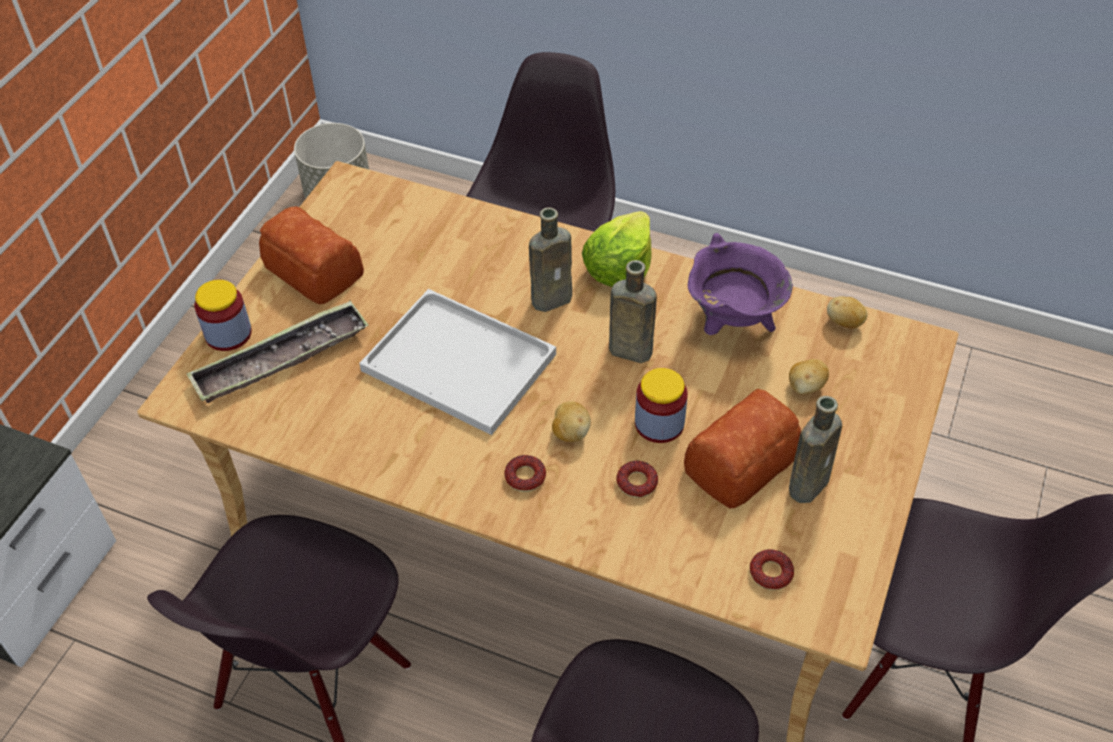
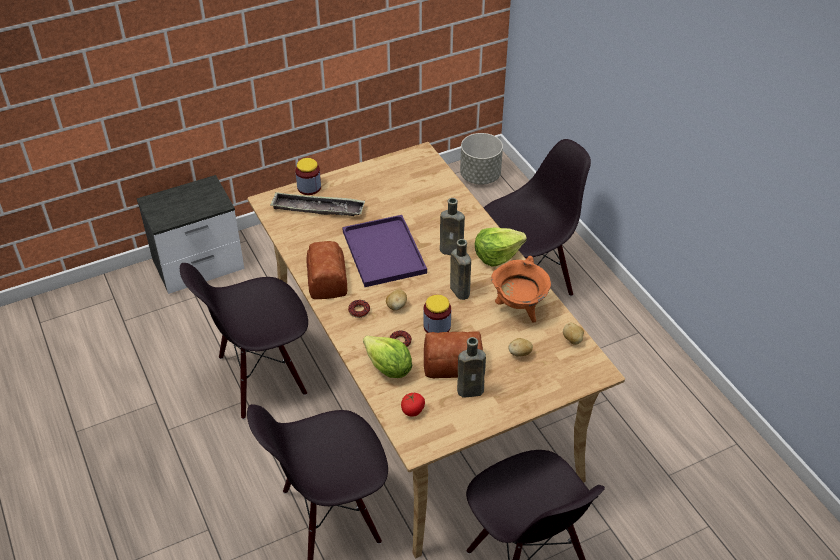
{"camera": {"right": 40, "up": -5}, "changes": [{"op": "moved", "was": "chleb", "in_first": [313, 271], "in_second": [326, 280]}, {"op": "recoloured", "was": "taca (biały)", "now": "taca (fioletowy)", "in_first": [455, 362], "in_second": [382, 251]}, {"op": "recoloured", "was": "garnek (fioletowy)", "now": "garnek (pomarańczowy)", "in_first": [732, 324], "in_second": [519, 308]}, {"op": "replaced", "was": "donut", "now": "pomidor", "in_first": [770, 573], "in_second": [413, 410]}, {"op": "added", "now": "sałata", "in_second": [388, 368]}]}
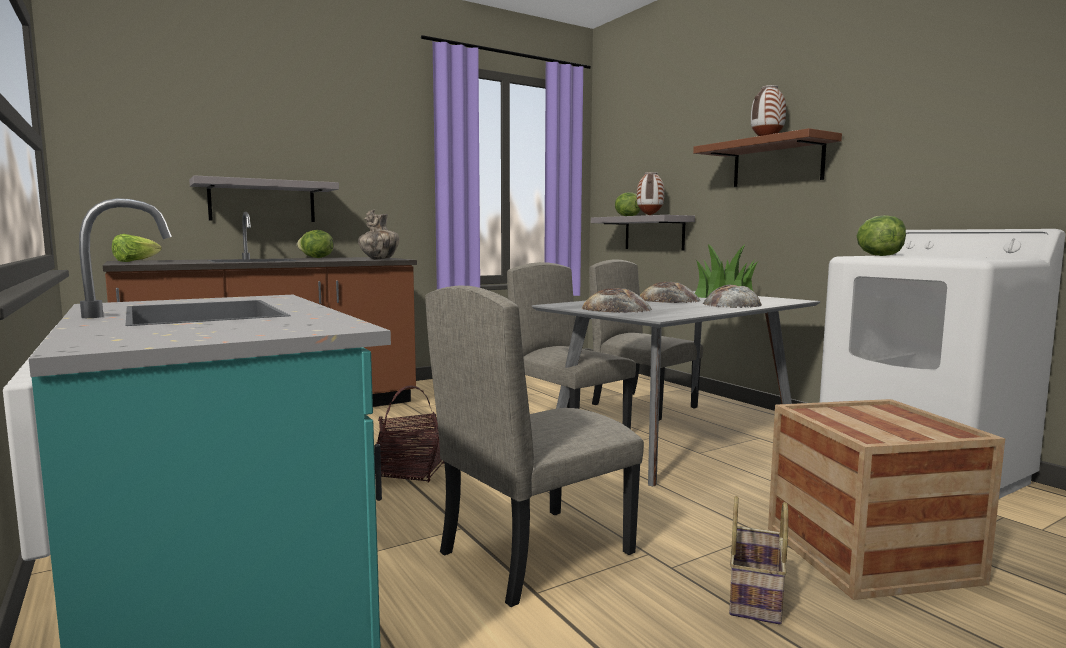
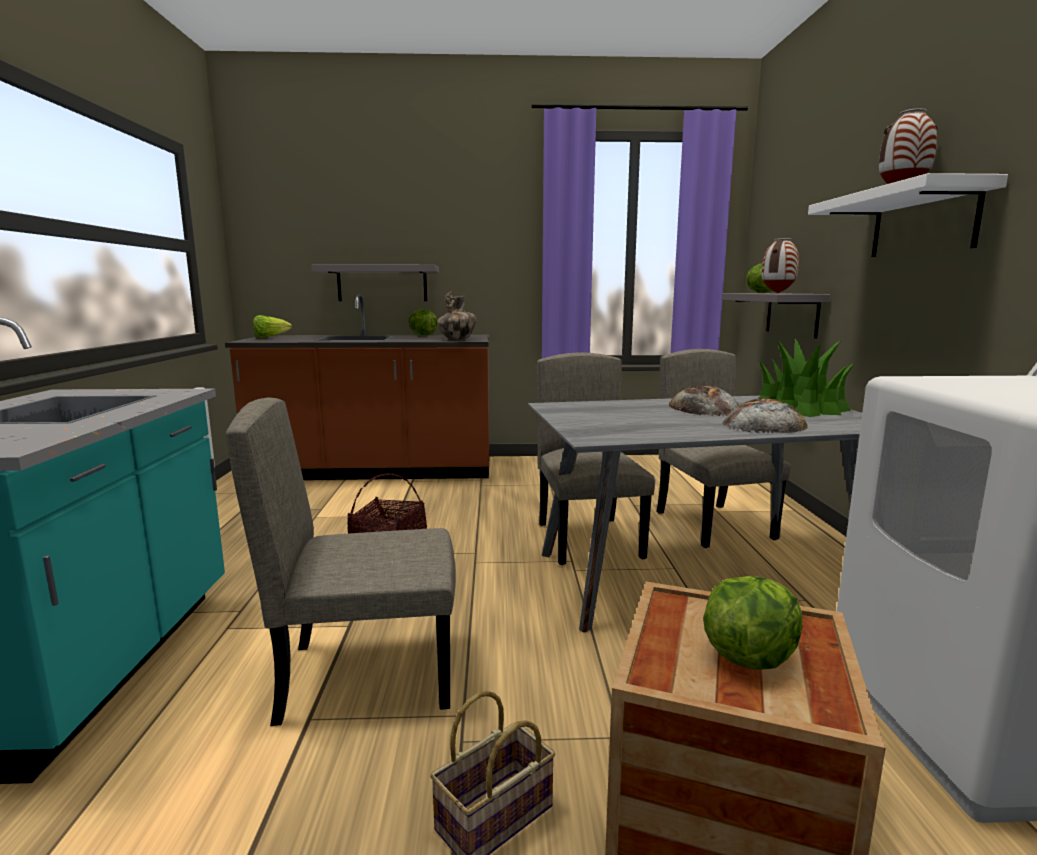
{"camera": {"right": 30, "up": 5}, "changes": [{"op": "removed", "was": "chleb", "in_first": [616, 309]}, {"op": "recoloured", "was": "półka (brązowy)", "now": "półka (biały)", "in_first": [777, 163], "in_second": [923, 222]}, {"op": "moved", "was": "sałata", "in_first": [879, 255], "in_second": [749, 656]}]}
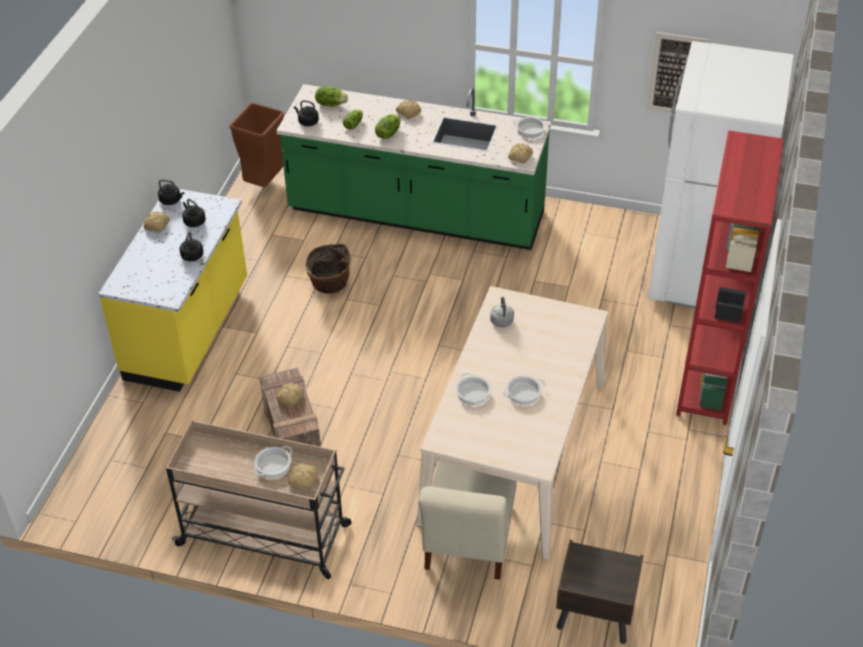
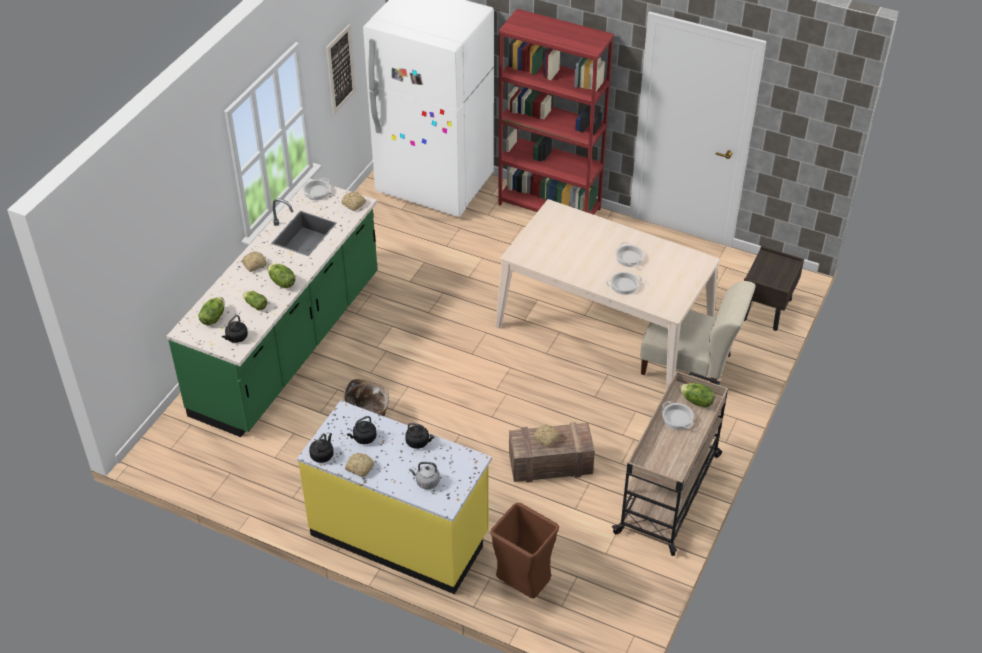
{"camera": {"right": -80, "up": 0}, "changes": [{"op": "moved", "was": "kosz na śmieci (brązowy)", "in_first": [264, 183], "in_second": [523, 586]}, {"op": "replaced", "was": "chleb", "now": "sałata", "in_first": [303, 481], "in_second": [696, 401]}, {"op": "moved", "was": "czajnik (szary)", "in_first": [501, 320], "in_second": [426, 482]}]}
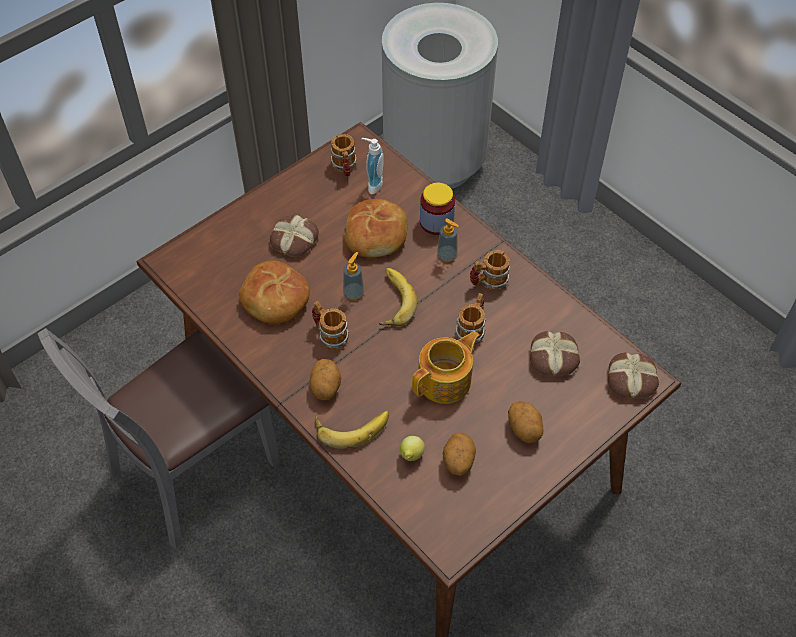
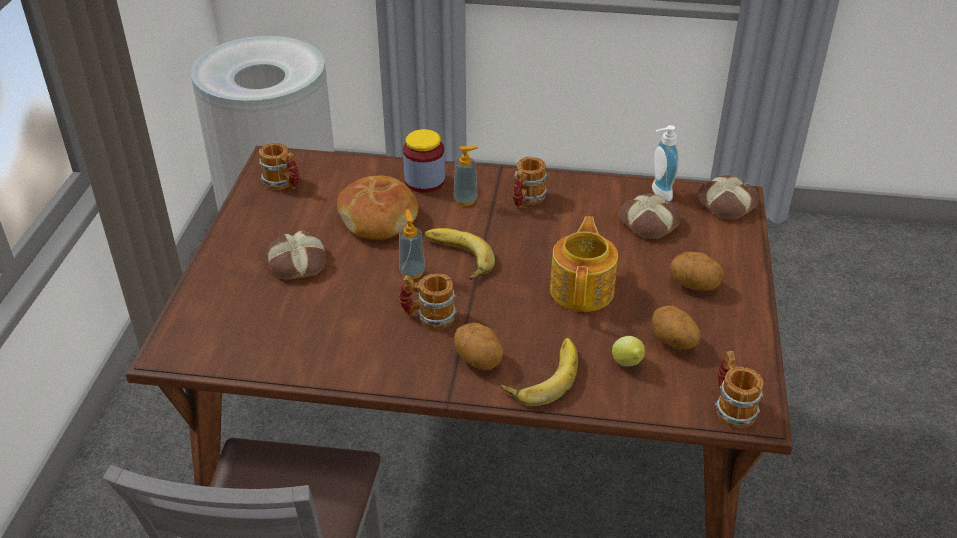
{"camera": {"right": -40, "up": -15}, "changes": [{"op": "removed", "was": "chleb", "in_first": [274, 300]}, {"op": "moved", "was": "dozownik mydła", "in_first": [372, 184], "in_second": [658, 193]}, {"op": "moved", "was": "kubek", "in_first": [472, 329], "in_second": [731, 407]}]}
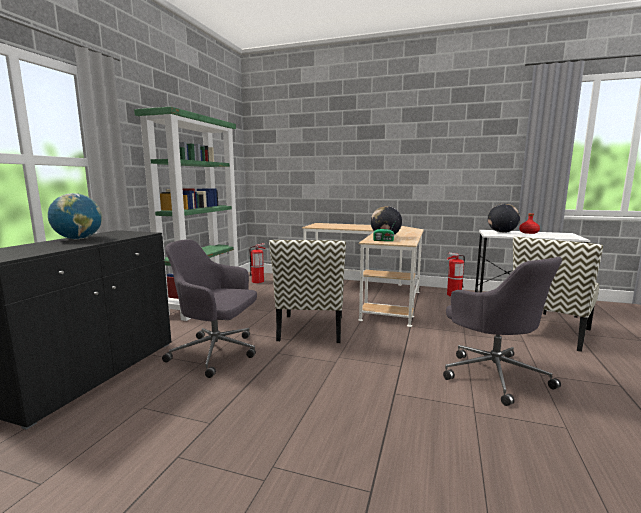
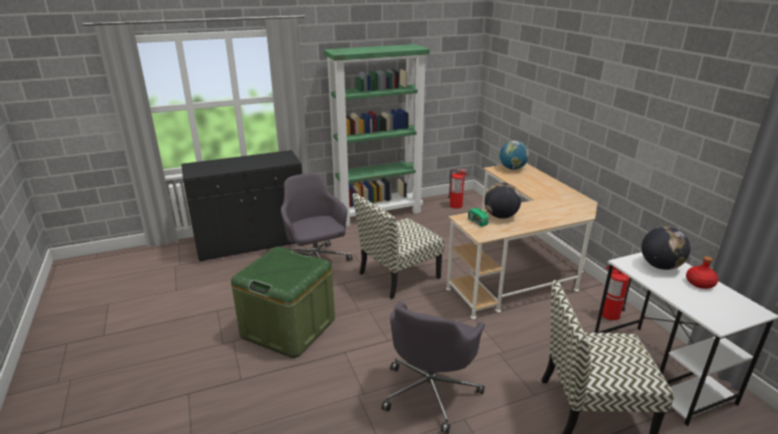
{"camera": {"right": 50, "up": 15}, "changes": [{"op": "moved", "was": "globus", "in_first": [78, 239], "in_second": [512, 168]}, {"op": "added", "now": "pojemnik do przechowywania (zielony)", "in_second": [288, 328]}]}
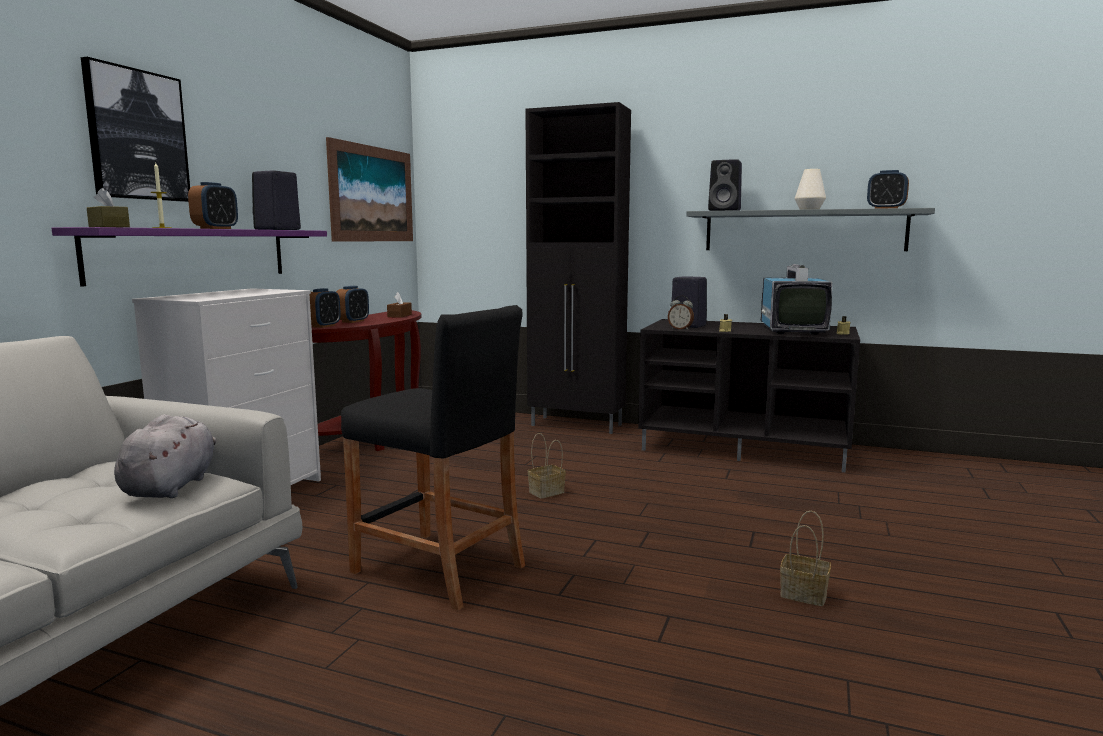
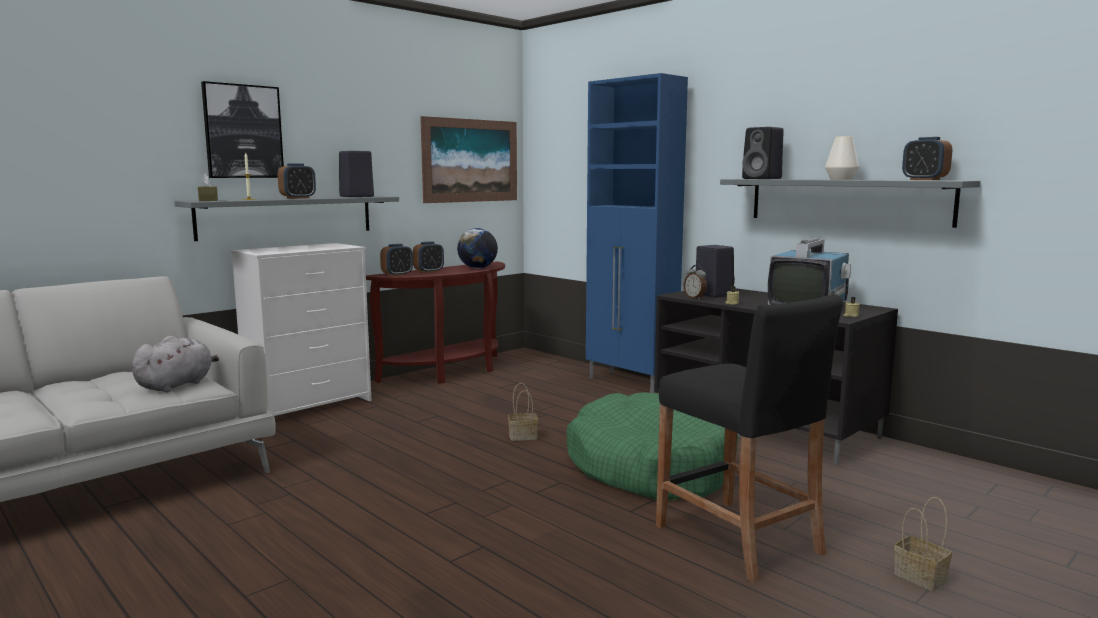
{"camera": {"right": 25, "up": 0}, "changes": [{"op": "recoloured", "was": "półka (fioletowy)", "now": "półka (szary)", "in_first": [194, 254], "in_second": [287, 216]}, {"op": "moved", "was": "stołek (czarny)", "in_first": [438, 569], "in_second": [737, 539]}, {"op": "replaced", "was": "pudełko chusteczek (brązowy)", "now": "globus", "in_first": [399, 315], "in_second": [477, 268]}, {"op": "recoloured", "was": "szafka (czarny)", "now": "szafka (niebieski)", "in_first": [577, 425], "in_second": [631, 383]}, {"op": "moved", "was": "koszyk", "in_first": [801, 594], "in_second": [918, 577]}, {"op": "added", "now": "legowisko (zielony)", "in_second": [649, 467]}]}
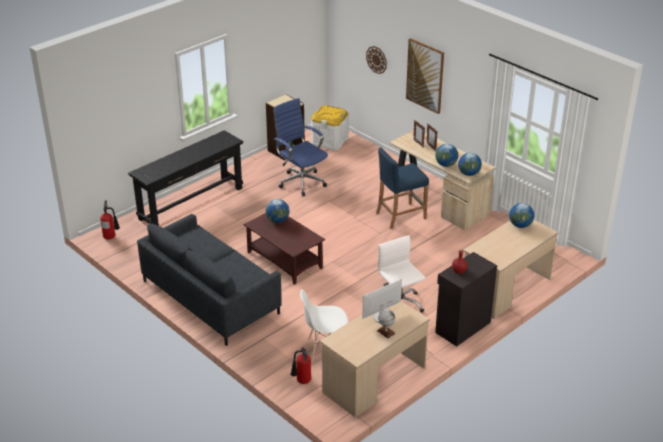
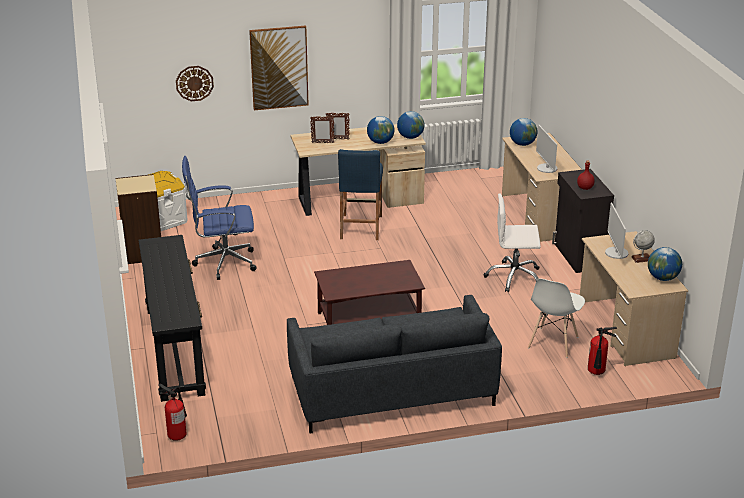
{"camera": {"right": -60, "up": -5}, "changes": [{"op": "moved", "was": "globus", "in_first": [277, 220], "in_second": [663, 278]}, {"op": "added", "now": "monitor", "in_second": [546, 168]}]}
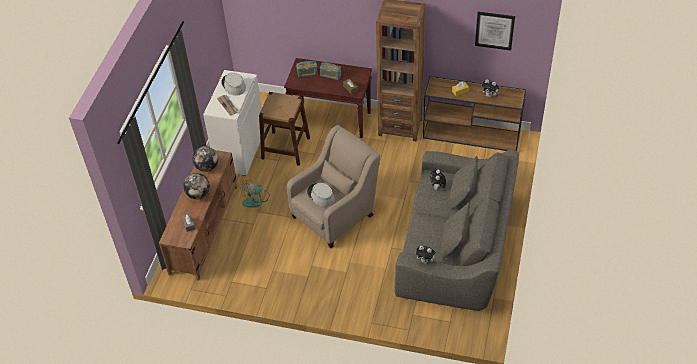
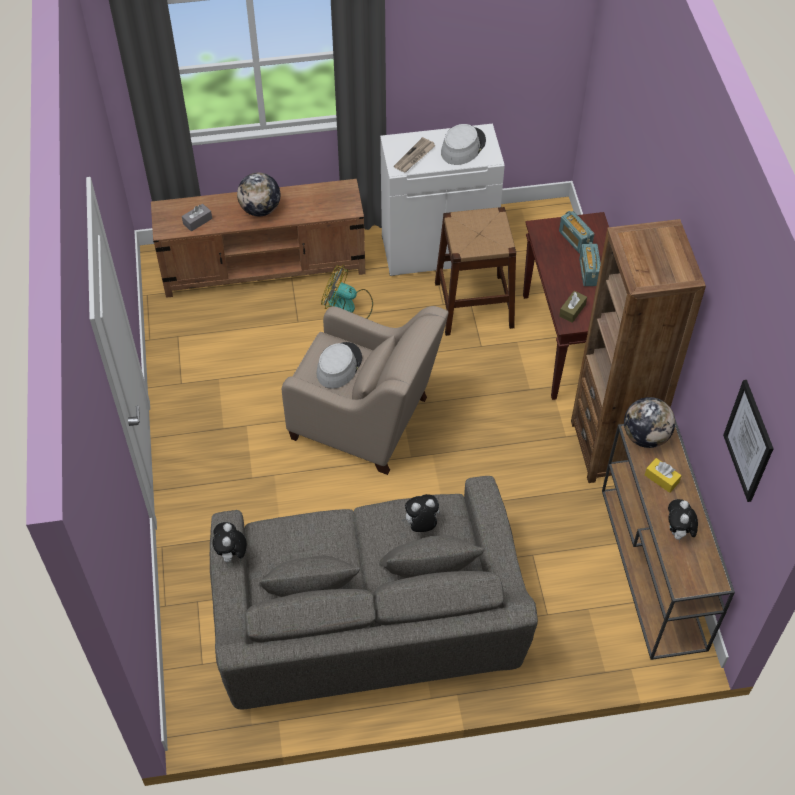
{"camera": {"right": 65, "up": 5}, "changes": [{"op": "moved", "was": "globus", "in_first": [207, 167], "in_second": [645, 436]}]}
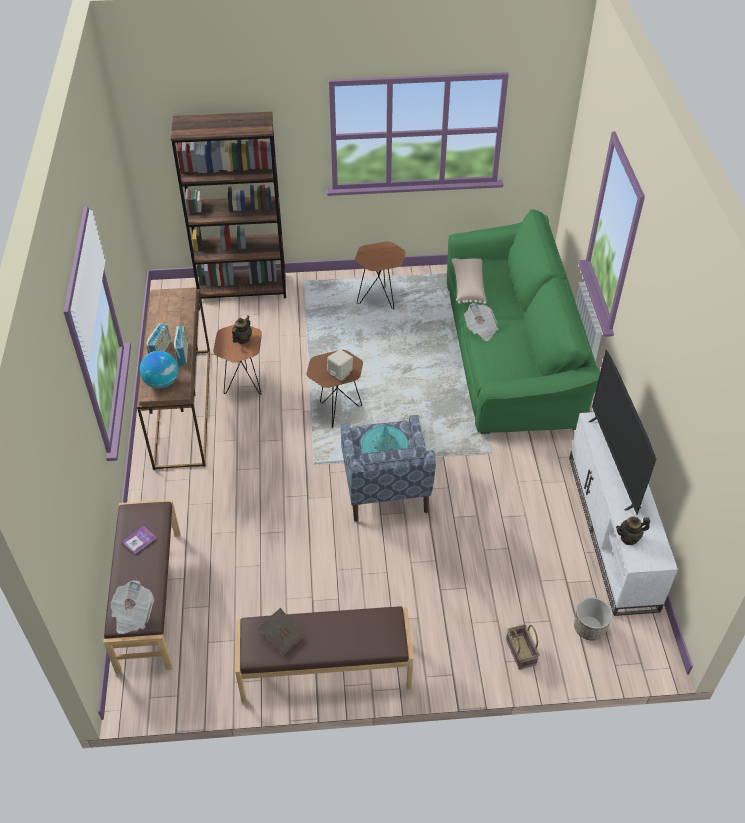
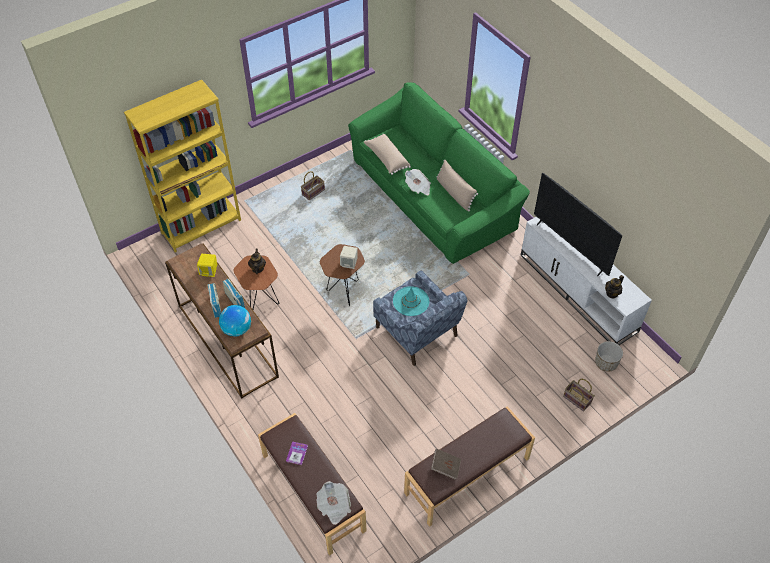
{"camera": {"right": -30, "up": 5}, "changes": [{"op": "recoloured", "was": "regał (brązowy)", "now": "regał (żółty)", "in_first": [243, 289], "in_second": [201, 226]}, {"op": "replaced", "was": "stolik (brązowy)", "now": "koszyk", "in_first": [380, 300], "in_second": [313, 193]}, {"op": "added", "now": "głośnik (żółty)", "in_second": [209, 271]}, {"op": "added", "now": "poduszka (beżowy)", "in_second": [454, 193]}]}
